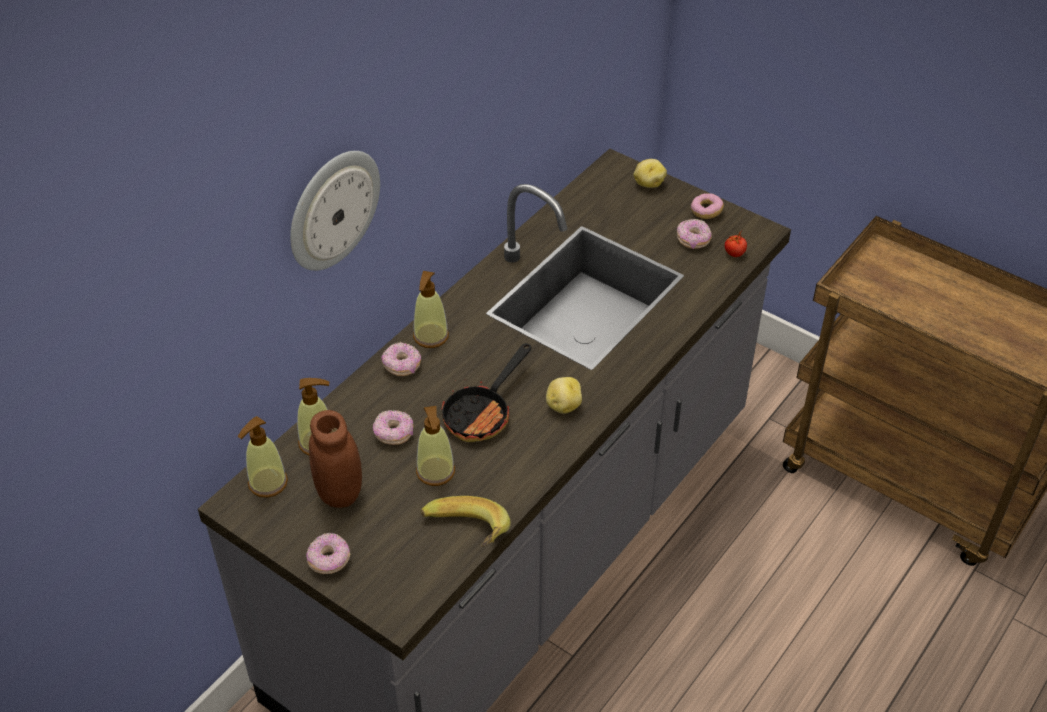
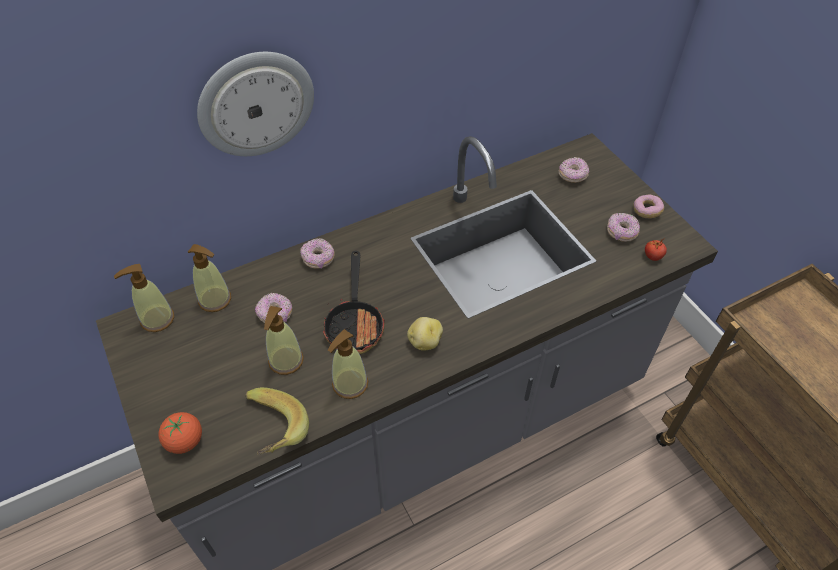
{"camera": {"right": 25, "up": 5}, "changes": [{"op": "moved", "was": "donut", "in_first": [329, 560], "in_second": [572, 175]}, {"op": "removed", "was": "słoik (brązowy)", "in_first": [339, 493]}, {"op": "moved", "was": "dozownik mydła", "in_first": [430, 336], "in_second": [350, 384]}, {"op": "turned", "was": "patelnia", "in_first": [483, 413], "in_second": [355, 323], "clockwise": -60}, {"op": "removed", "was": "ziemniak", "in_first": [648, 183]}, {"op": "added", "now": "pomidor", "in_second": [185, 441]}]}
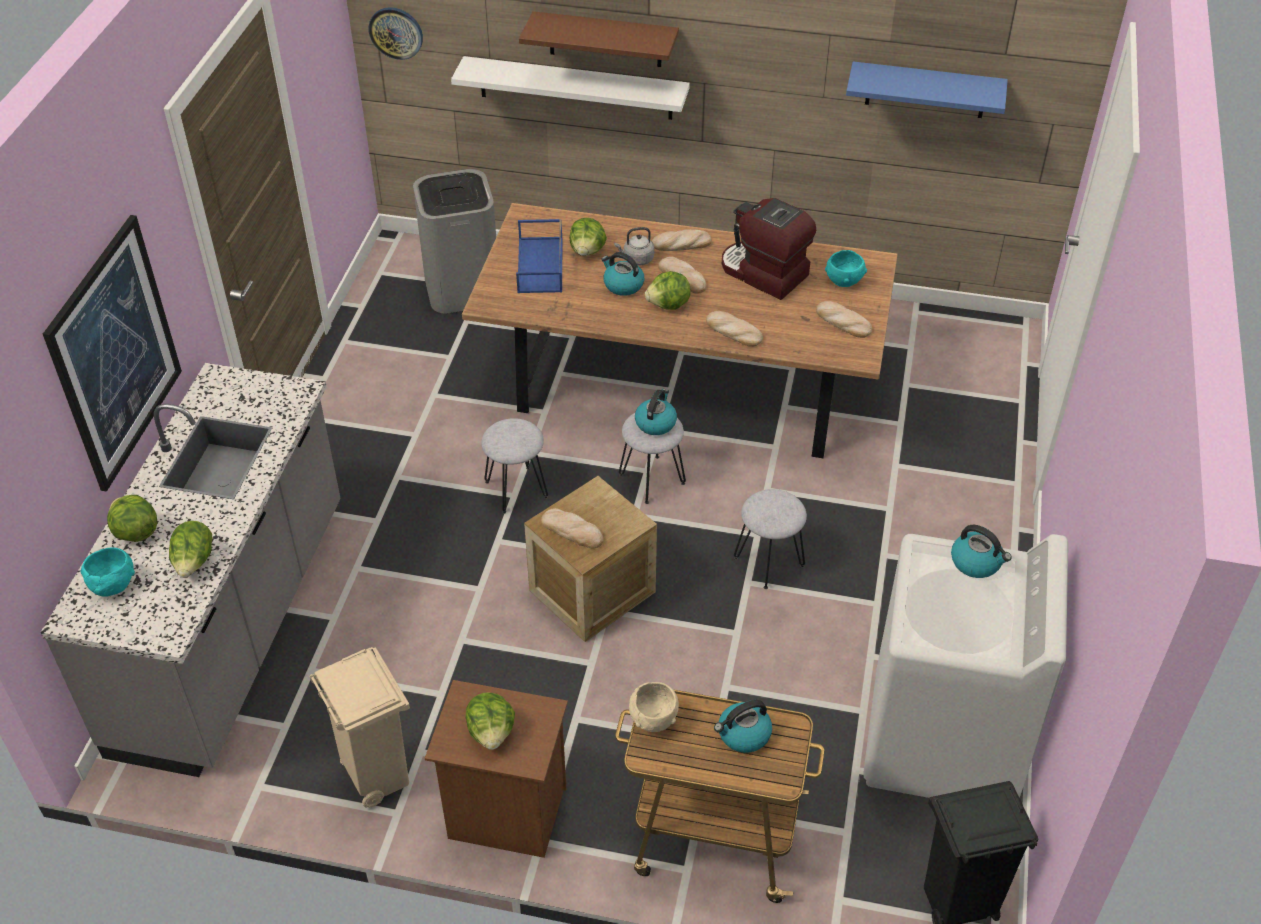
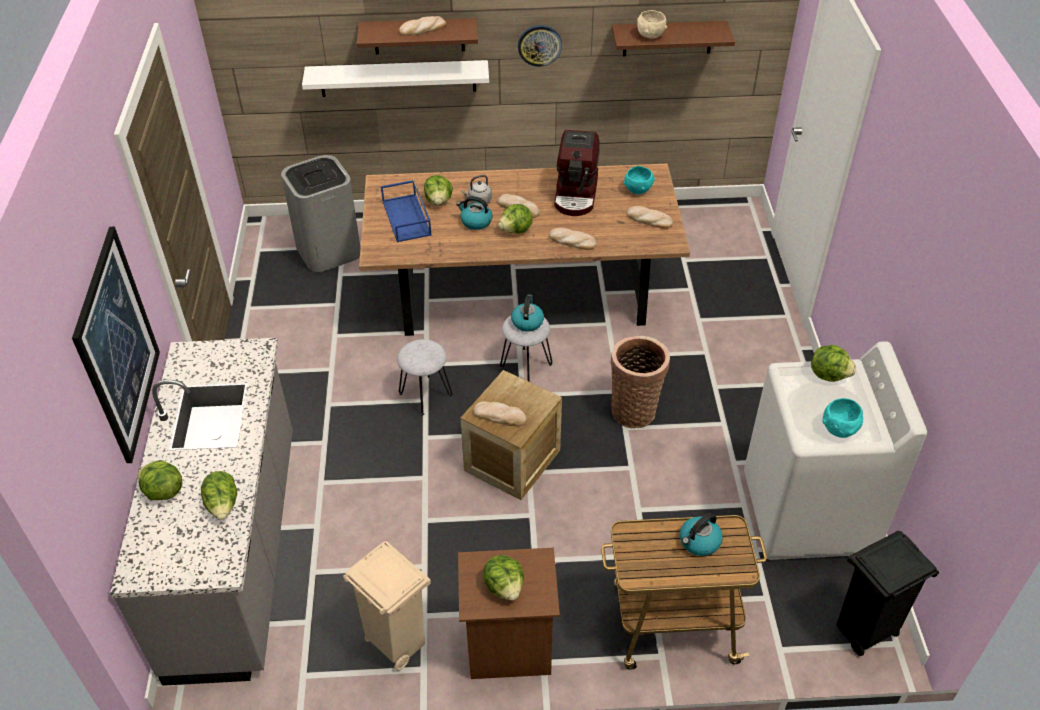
{"camera": {"right": -15, "up": 0}, "changes": [{"op": "moved", "was": "miska (turkusowy)", "in_first": [113, 585], "in_second": [839, 429]}, {"op": "moved", "was": "zegar ścienny", "in_first": [396, 32], "in_second": [539, 45]}, {"op": "moved", "was": "miska (beżowy)", "in_first": [653, 720], "in_second": [650, 36]}, {"op": "moved", "was": "chleb", "in_first": [681, 244], "in_second": [422, 29]}, {"op": "turned", "was": "ekspres do kawy", "in_first": [763, 273], "in_second": [576, 194], "clockwise": -105}, {"op": "replaced", "was": "stołek (szary)", "now": "koszyk", "in_first": [768, 561], "in_second": [634, 409]}, {"op": "recoloured", "was": "półka (niebieski)", "now": "półka (brązowy)", "in_first": [926, 90], "in_second": [667, 38]}, {"op": "replaced", "was": "czajnik", "now": "sałata", "in_first": [976, 562], "in_second": [829, 374]}]}
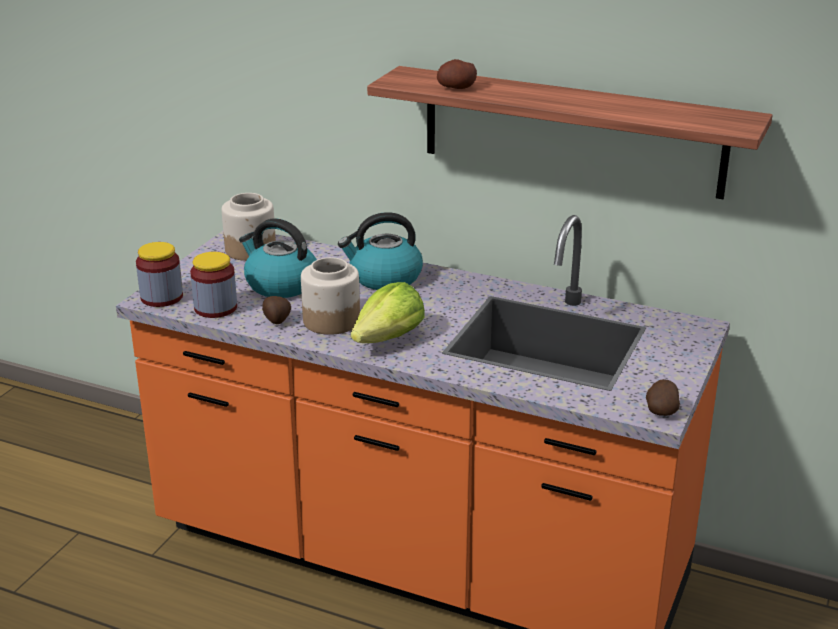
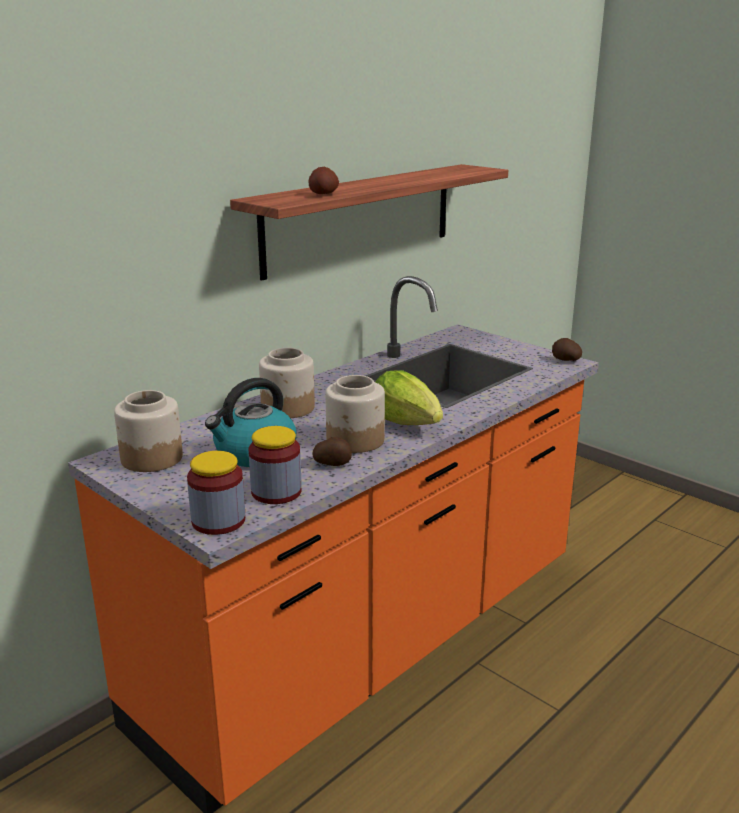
{"camera": {"right": -70, "up": -5}, "changes": [{"op": "replaced", "was": "czajnik", "now": "słoik", "in_first": [384, 278], "in_second": [288, 408]}]}
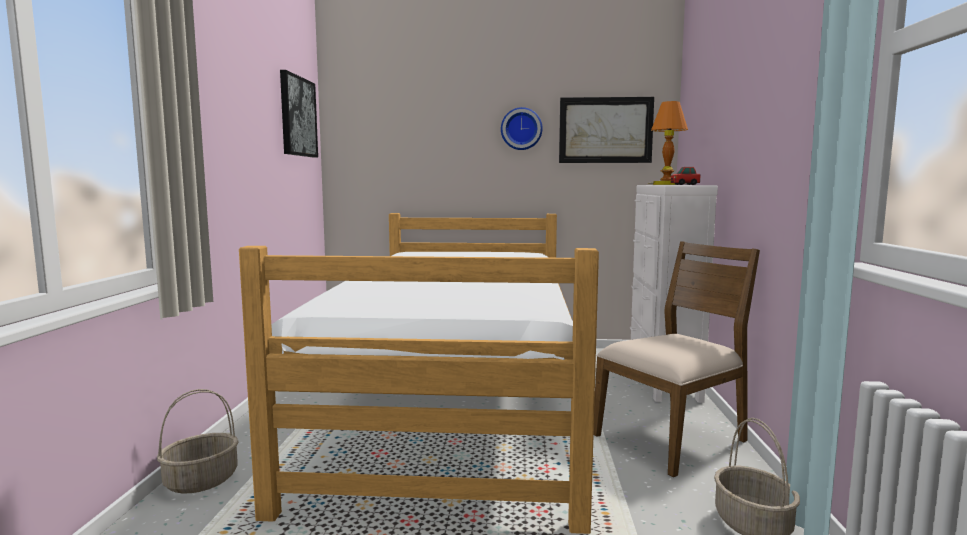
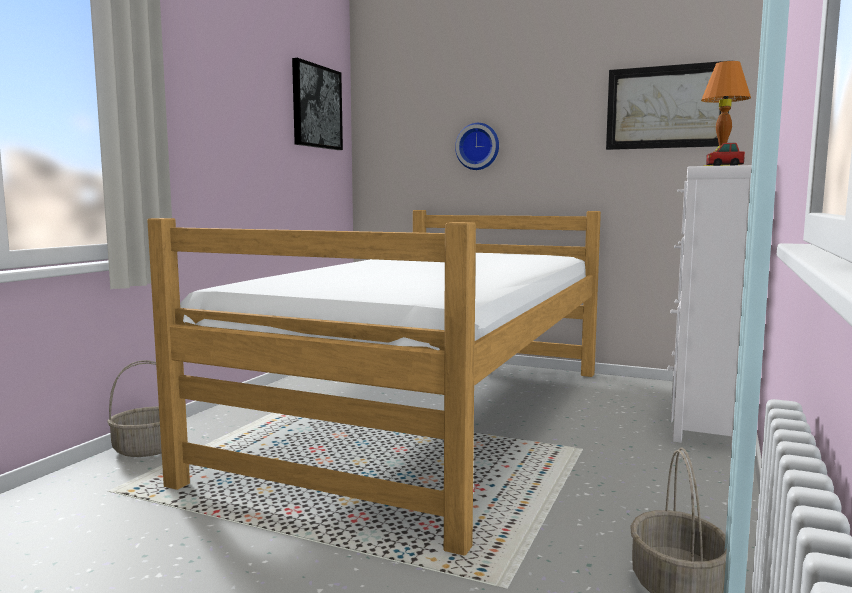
{"camera": {"right": 20, "up": 0}, "changes": [{"op": "moved", "was": "zegar ścienny", "in_first": [521, 129], "in_second": [478, 146]}, {"op": "removed", "was": "krzesło (brązowy)", "in_first": [672, 439]}]}
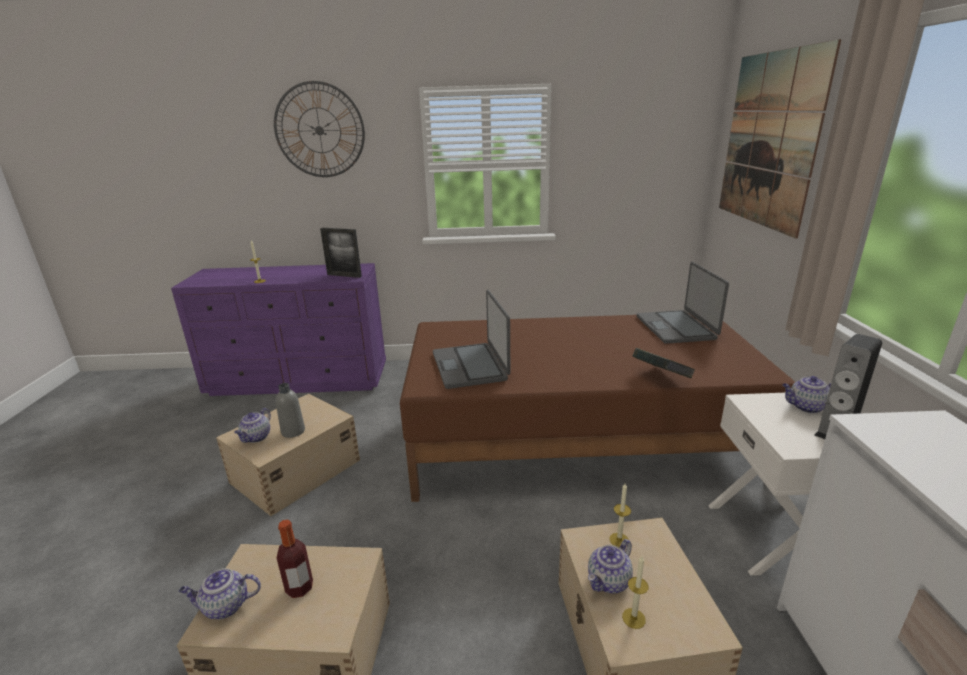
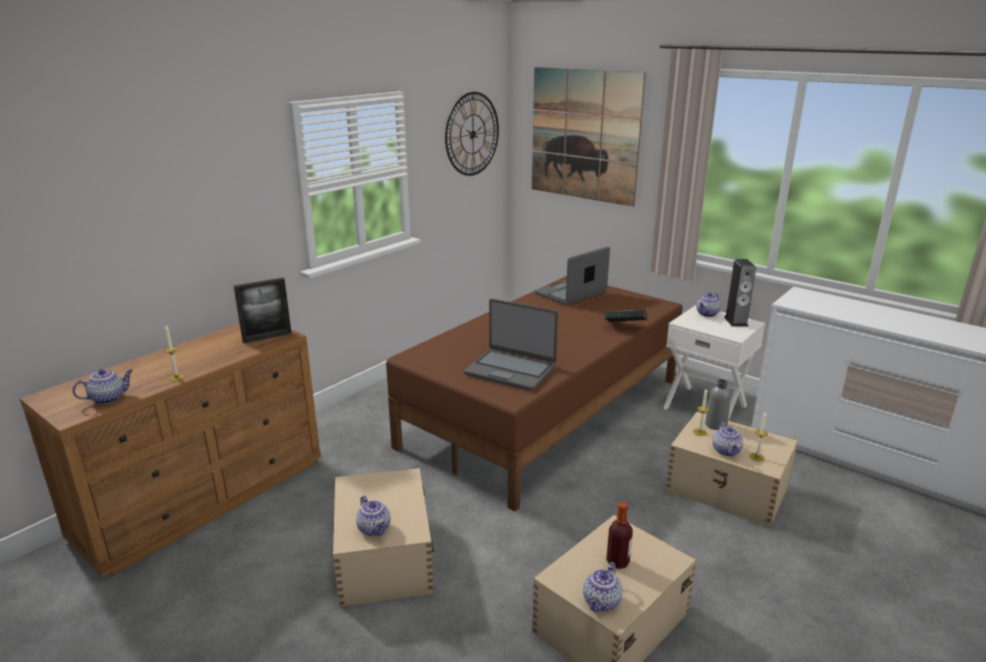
{"camera": {"right": -50, "up": 0}, "changes": [{"op": "recoloured", "was": "komoda (fioletowy)", "now": "komoda (brązowy)", "in_first": [300, 379], "in_second": [205, 497]}, {"op": "moved", "was": "zegar ścienny", "in_first": [319, 130], "in_second": [472, 134]}, {"op": "moved", "was": "butelka (szary)", "in_first": [293, 431], "in_second": [716, 425]}, {"op": "turned", "was": "laptop", "in_first": [676, 328], "in_second": [571, 293], "clockwise": 105}, {"op": "added", "now": "imbryk", "in_second": [108, 398]}]}
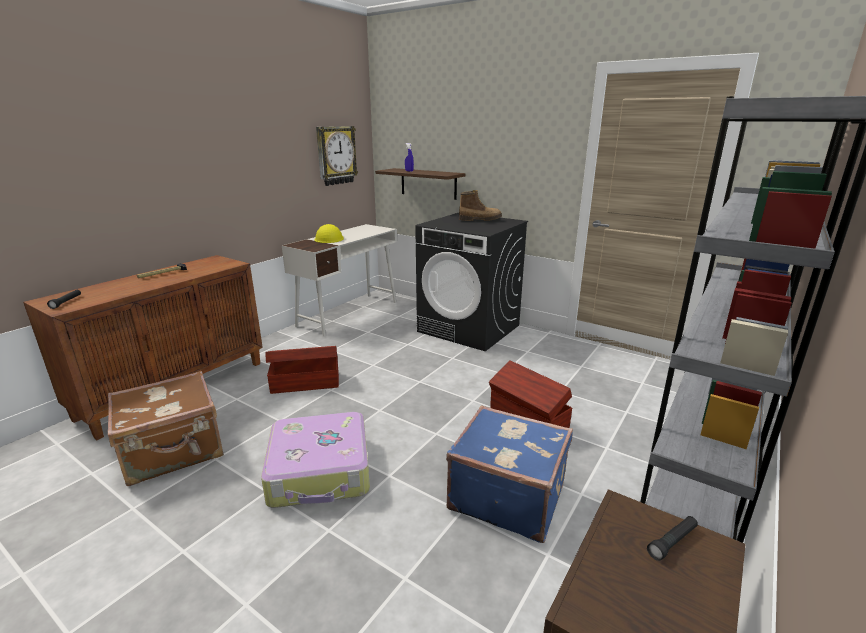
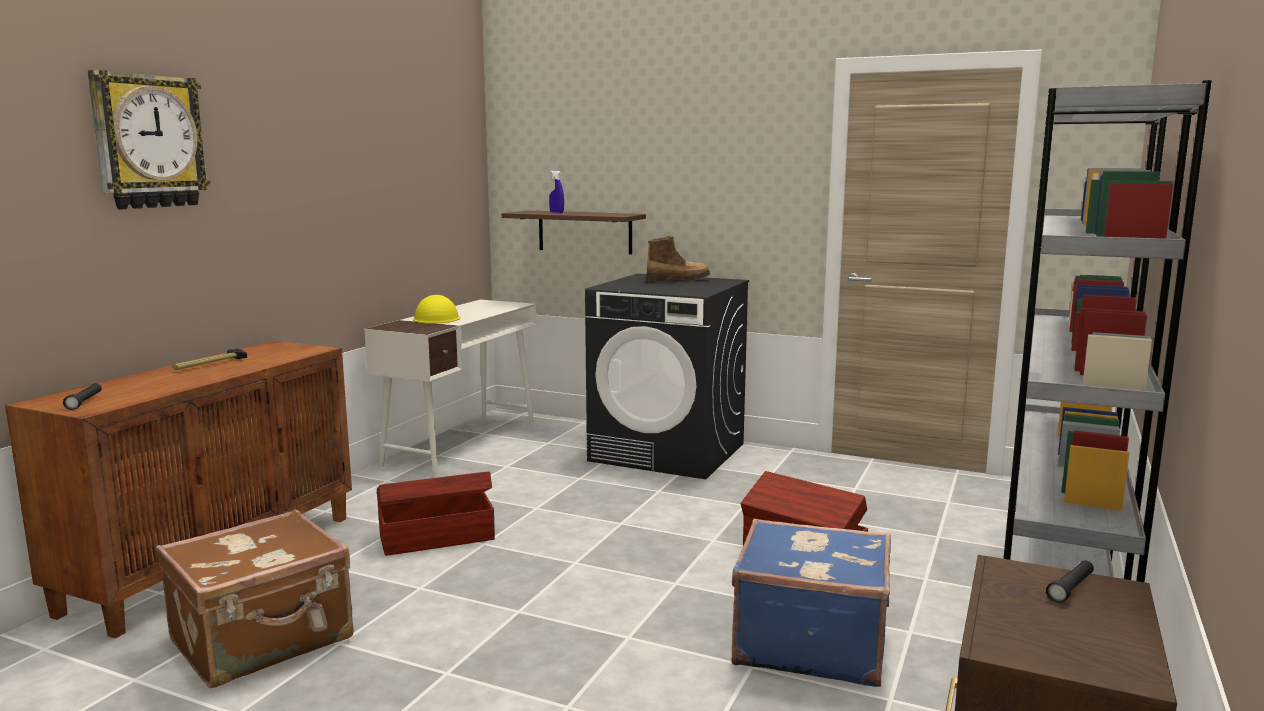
{"camera": {"right": -10, "up": -10}, "changes": [{"op": "removed", "was": "walizka", "in_first": [321, 471]}, {"op": "moved", "was": "zegar ścienny", "in_first": [336, 155], "in_second": [148, 142]}]}
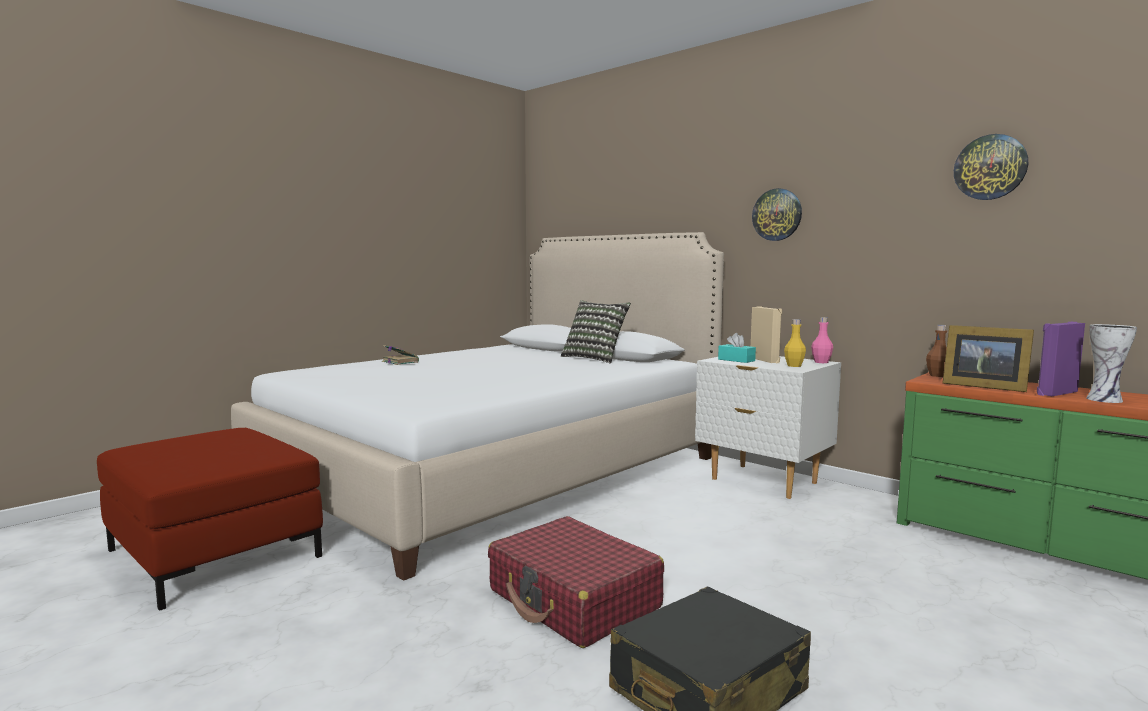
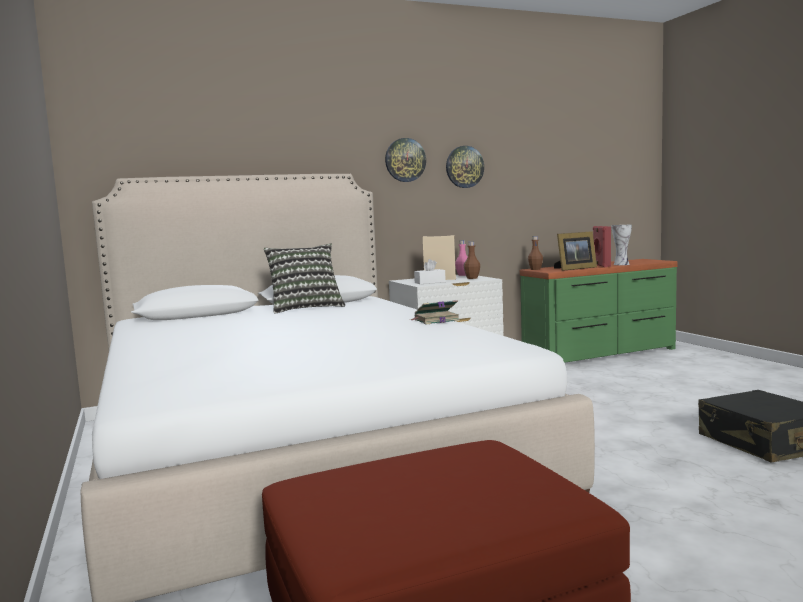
{"camera": {"right": -65, "up": 0}, "changes": [{"op": "moved", "was": "książka", "in_first": [399, 362], "in_second": [435, 320]}, {"op": "removed", "was": "walizka (czerwony)", "in_first": [574, 599]}, {"op": "recoloured", "was": "pudełko chusteczek (turkusowy)", "now": "pudełko chusteczek (biały)", "in_first": [736, 360], "in_second": [430, 282]}, {"op": "recoloured", "was": "butelka (żółty)", "now": "butelka (brązowy)", "in_first": [794, 366], "in_second": [472, 278]}, {"op": "moved", "was": "zegar ścienny", "in_first": [990, 167], "in_second": [464, 167]}, {"op": "recoloured", "was": "głośnik (fioletowy)", "now": "głośnik (czerwony)", "in_first": [1055, 393], "in_second": [601, 265]}]}
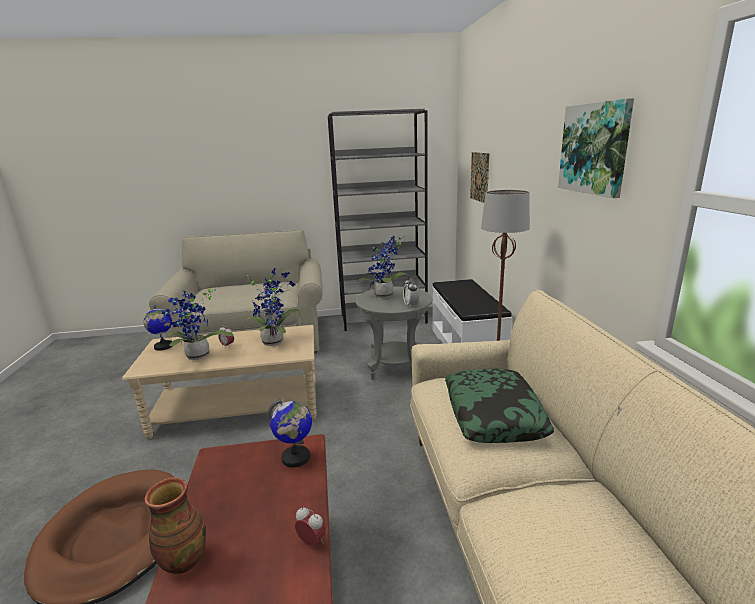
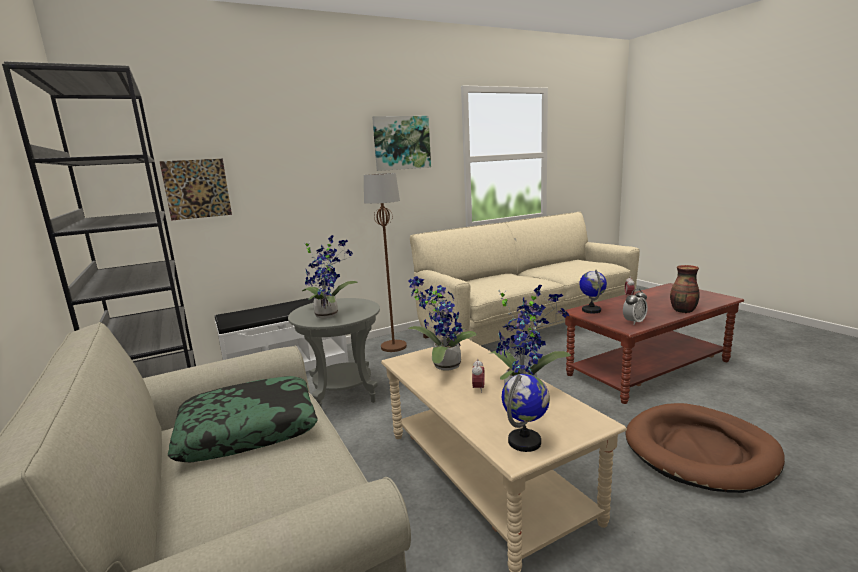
{"camera": {"right": -110, "up": -5}, "changes": [{"op": "moved", "was": "budzik", "in_first": [411, 305], "in_second": [634, 322]}, {"op": "moved", "was": "poduszka", "in_first": [493, 415], "in_second": [249, 429]}]}
